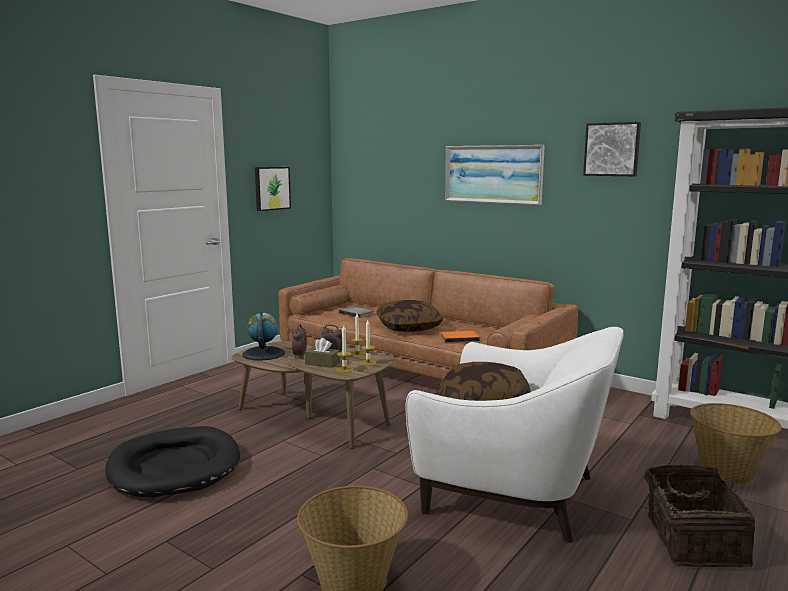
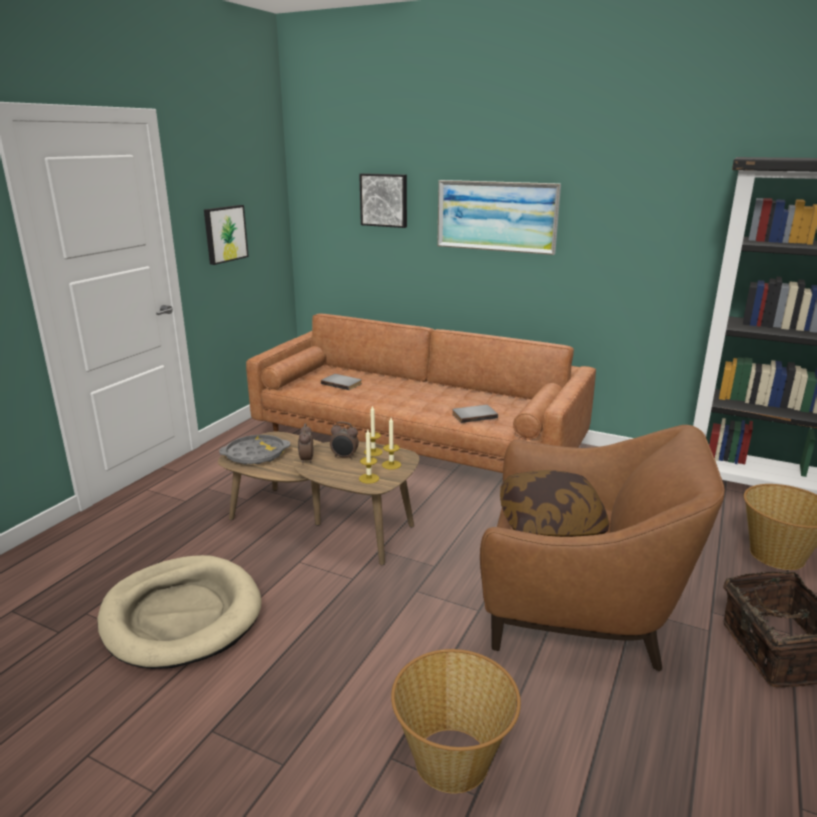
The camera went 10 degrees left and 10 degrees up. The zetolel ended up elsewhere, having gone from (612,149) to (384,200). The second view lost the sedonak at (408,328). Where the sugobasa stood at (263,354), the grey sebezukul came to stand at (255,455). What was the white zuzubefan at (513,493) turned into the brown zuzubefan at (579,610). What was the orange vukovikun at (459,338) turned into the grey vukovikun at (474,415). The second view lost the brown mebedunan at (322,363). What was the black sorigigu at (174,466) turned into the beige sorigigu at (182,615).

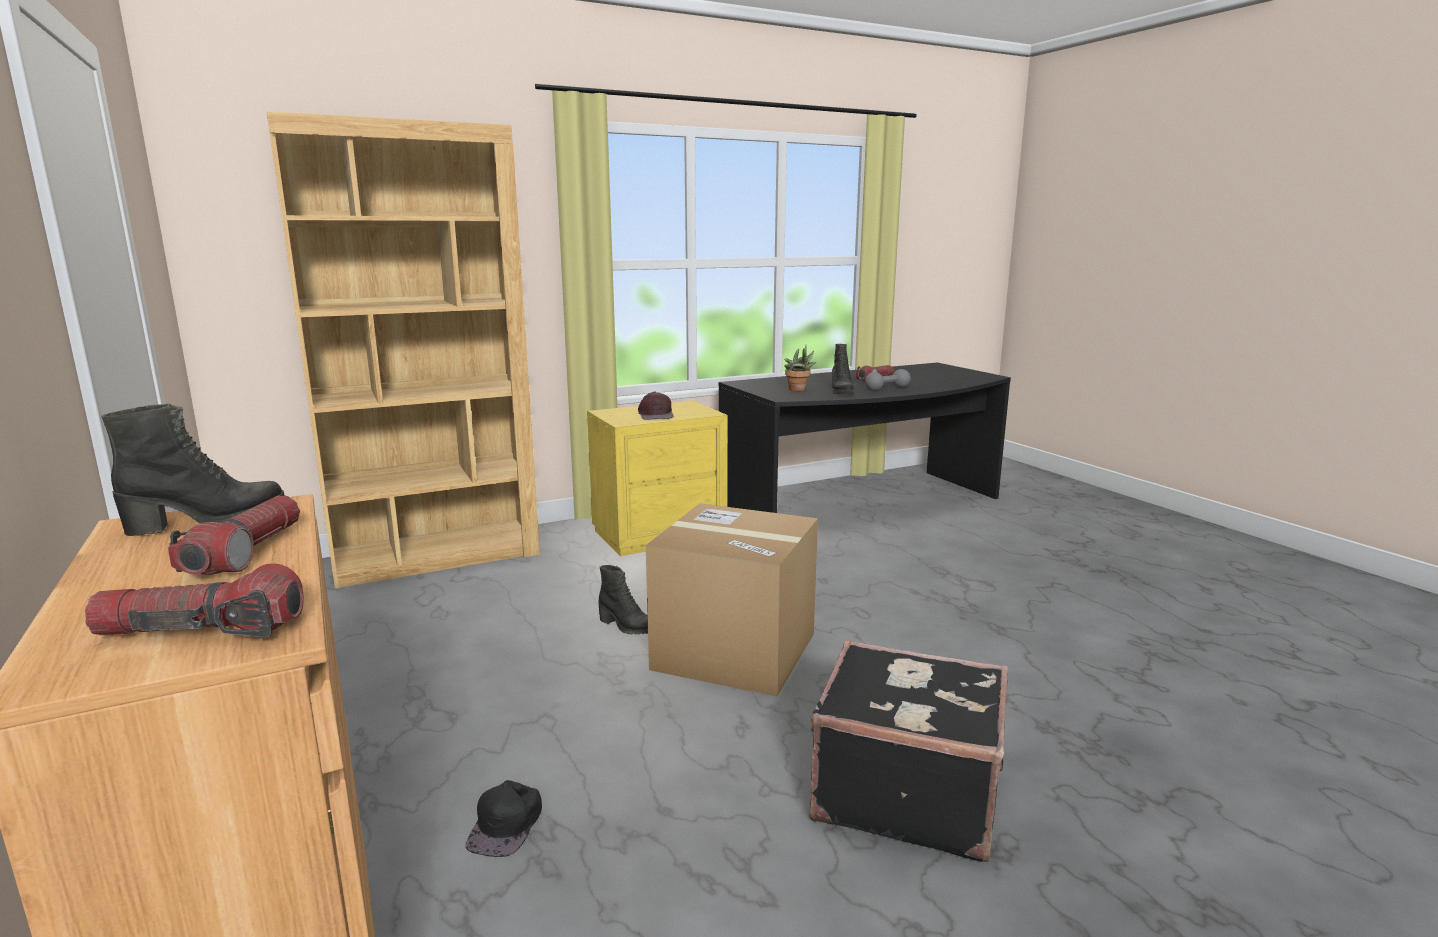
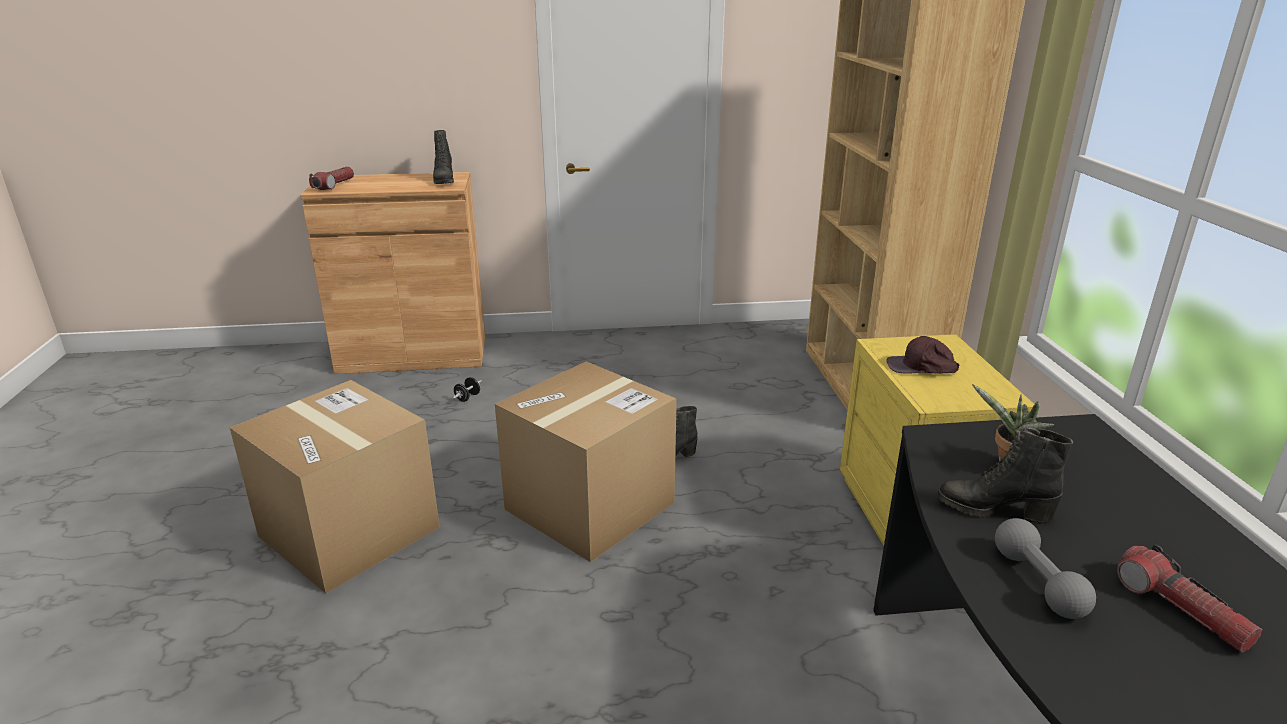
The camera went 110 degrees right and 10 degrees up. The second view lost the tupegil at (246,553). Where the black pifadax stood at (905,792), the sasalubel came to stand at (349,532). Where the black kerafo stood at (507,825), the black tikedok came to stand at (467,397).

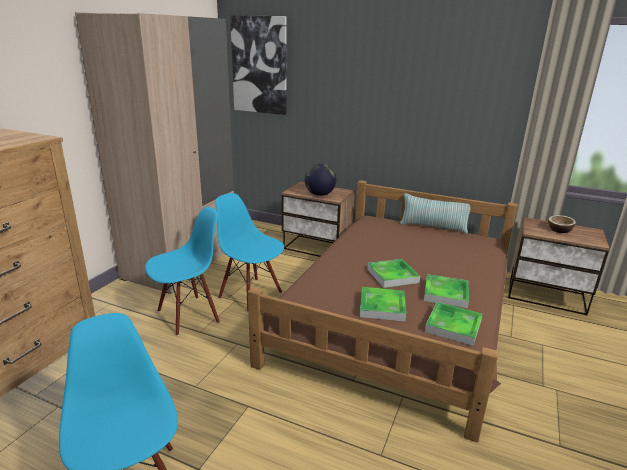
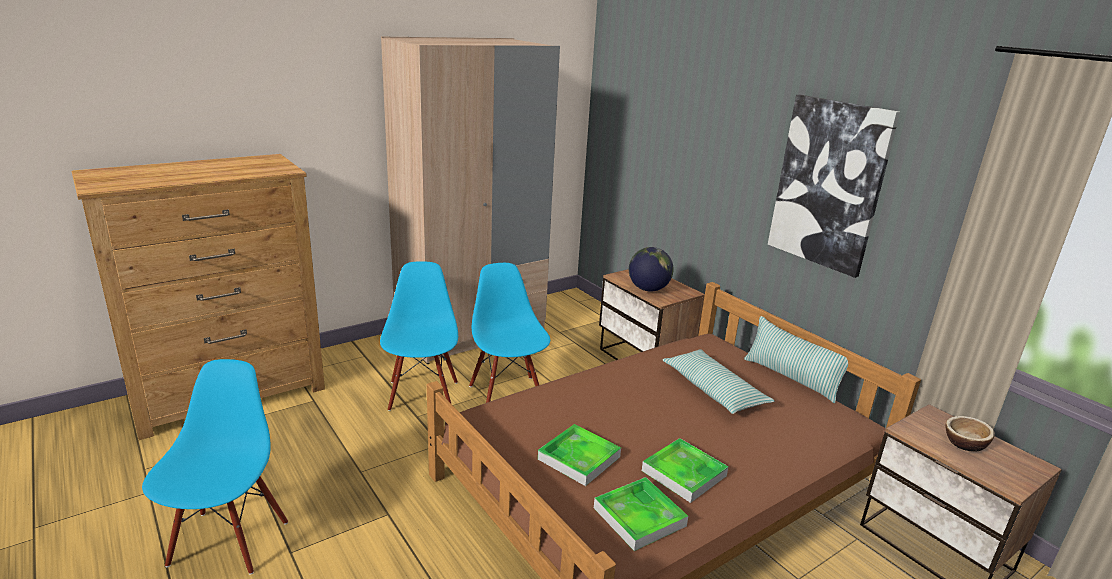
The camera went 30 degrees right and 0 degrees up. The zetolel ended up elsewhere, having gone from (259,65) to (829,184). The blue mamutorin at (188,316) ended up facing another way, 90 degrees counterclockwise from before. The second view lost the sebezukul at (392,276). The second view gained the sedonak at (713,390).

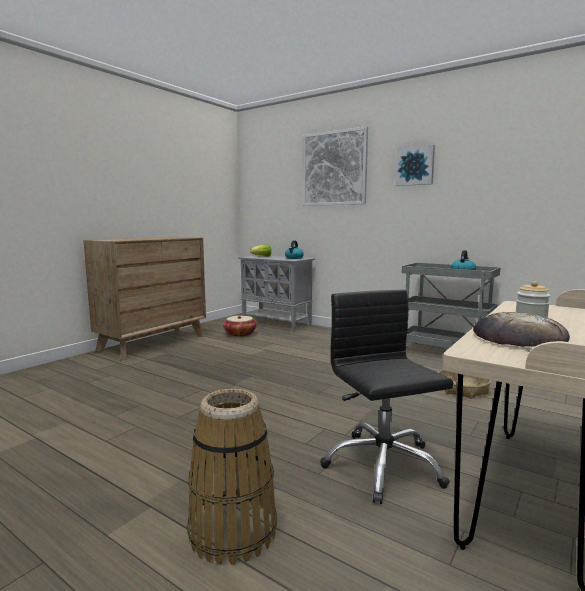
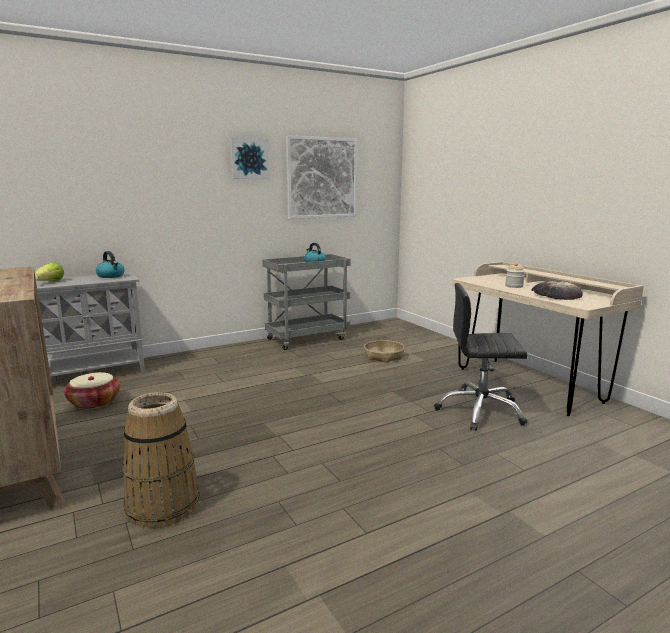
The camera went 65 degrees left and 5 degrees up. The zetolel ended up elsewhere, having gone from (334,168) to (322,178). The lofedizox ended up elsewhere, having gone from (232,530) to (162,505).

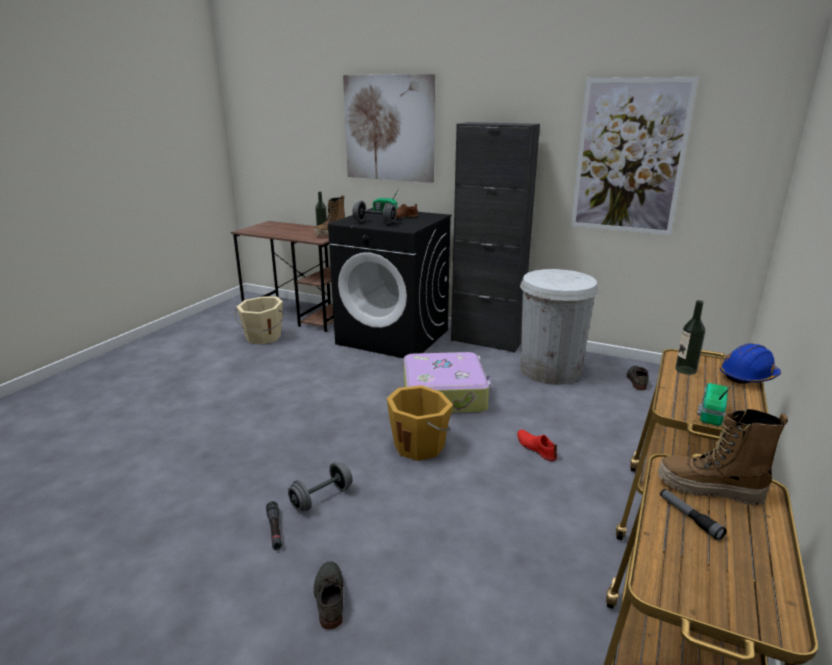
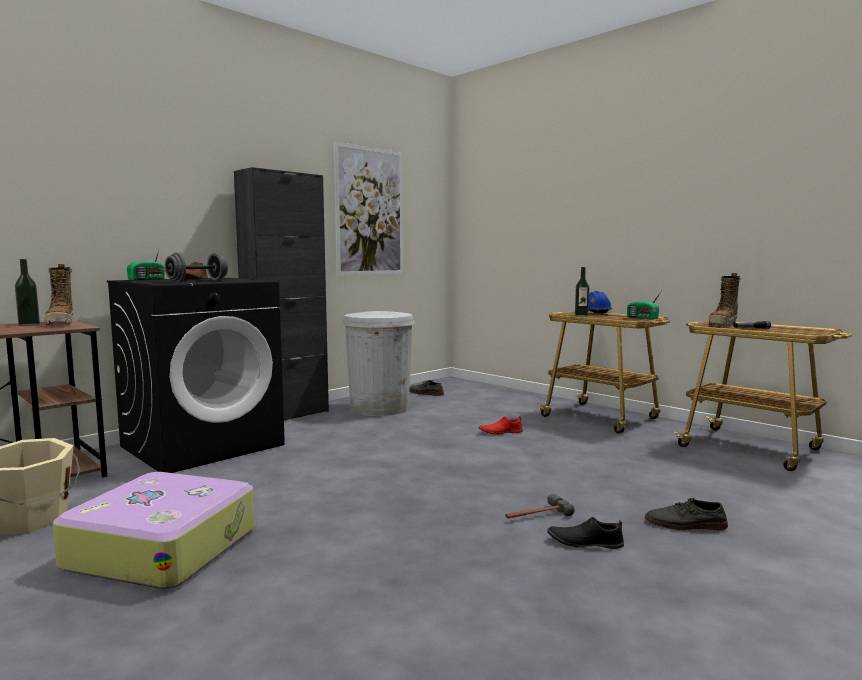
The camera went 70 degrees left and 15 degrees down. The second view lost the zetolel at (389,128). The pifadax ended up elsewhere, having gone from (445,395) to (163,547). The second view lost the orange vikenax at (420,445). Where the grey tikedok stood at (321,498), the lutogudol came to stand at (536,515). Where the black tupegil stood at (275,530), the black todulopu came to stand at (585,542).

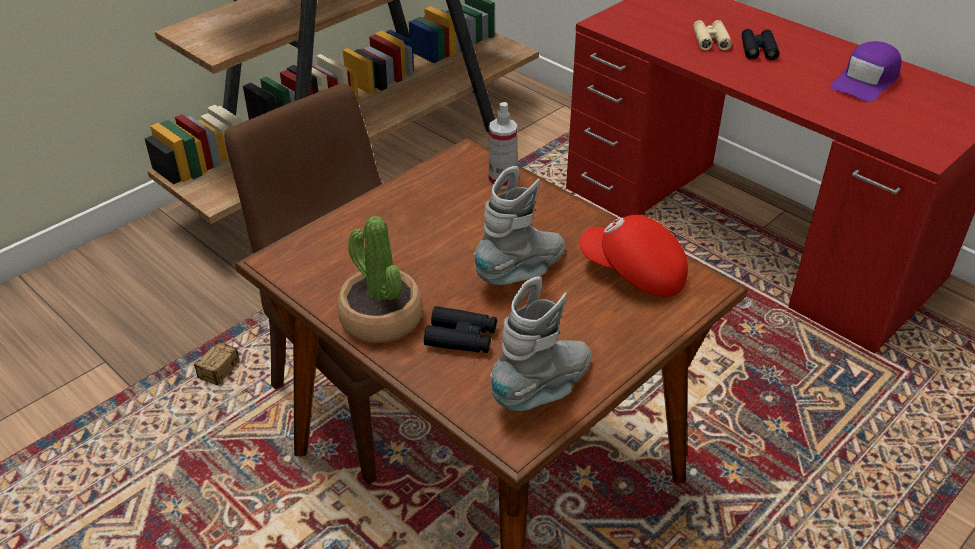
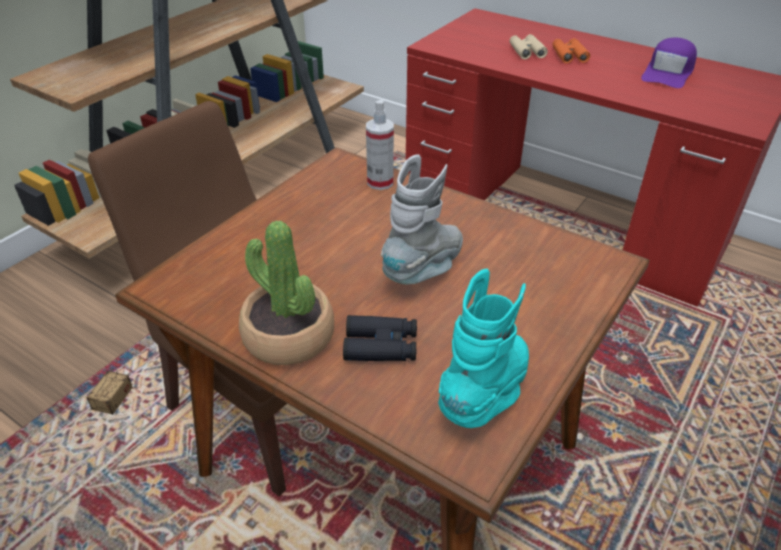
The camera went 10 degrees left and 0 degrees up. What was the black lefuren at (758,49) turned into the orange lefuren at (569,55). The second view lost the red kerafo at (633,273). What was the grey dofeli at (544,389) turned into the turquoise dofeli at (487,394).

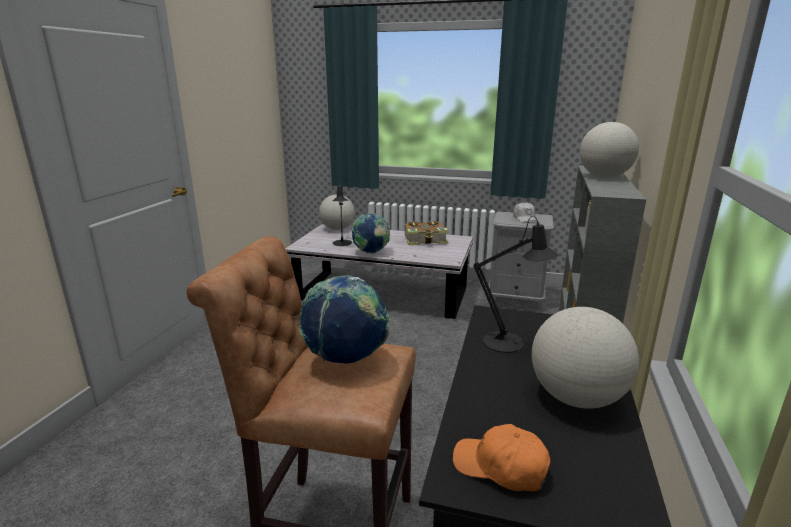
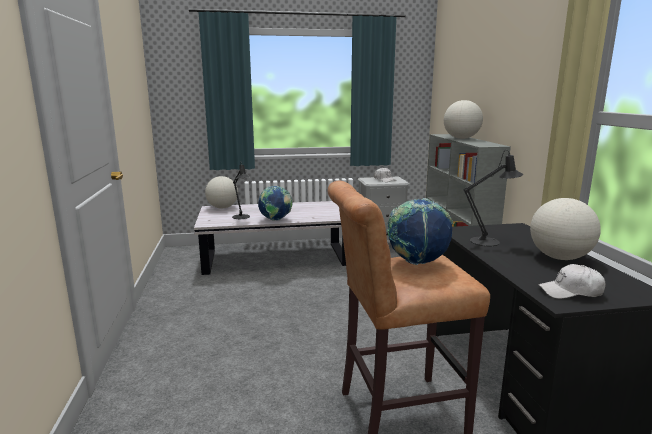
The camera went 25 degrees left and 5 degrees down. The second view lost the vukovikun at (425,240). What was the orange kerafo at (500,467) turned into the white kerafo at (571,292).

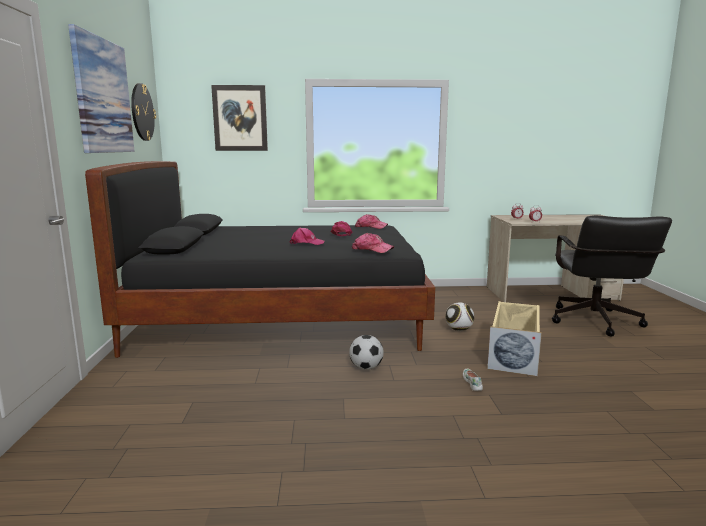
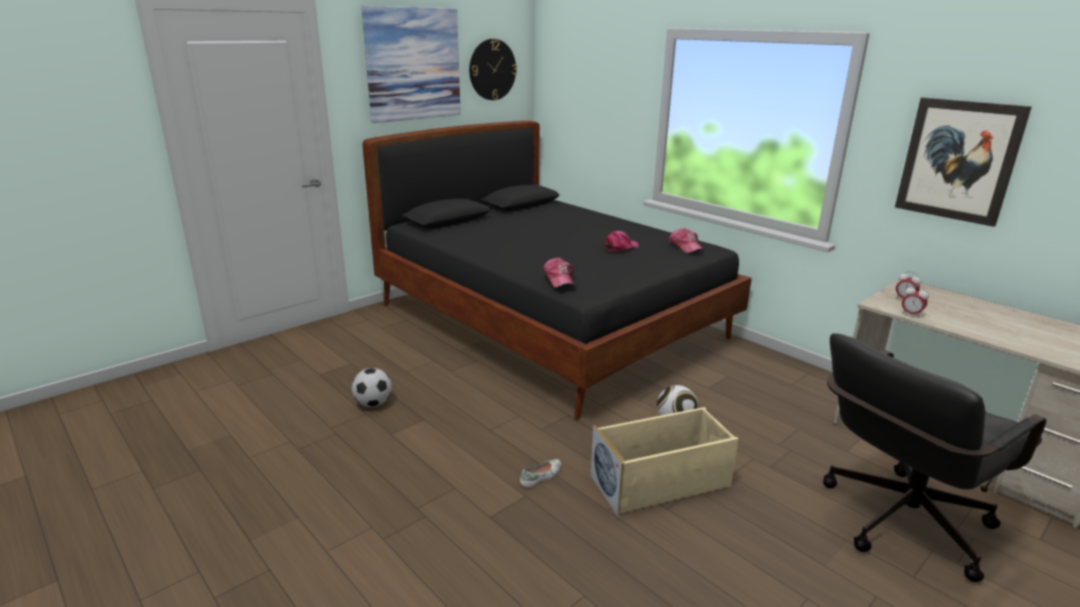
The camera went 50 degrees right and 10 degrees up. The zetolel ended up elsewhere, having gone from (240,118) to (958,160). The second view lost the pink kerafo at (306,243). The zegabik ended up elsewhere, having gone from (366,368) to (373,404).

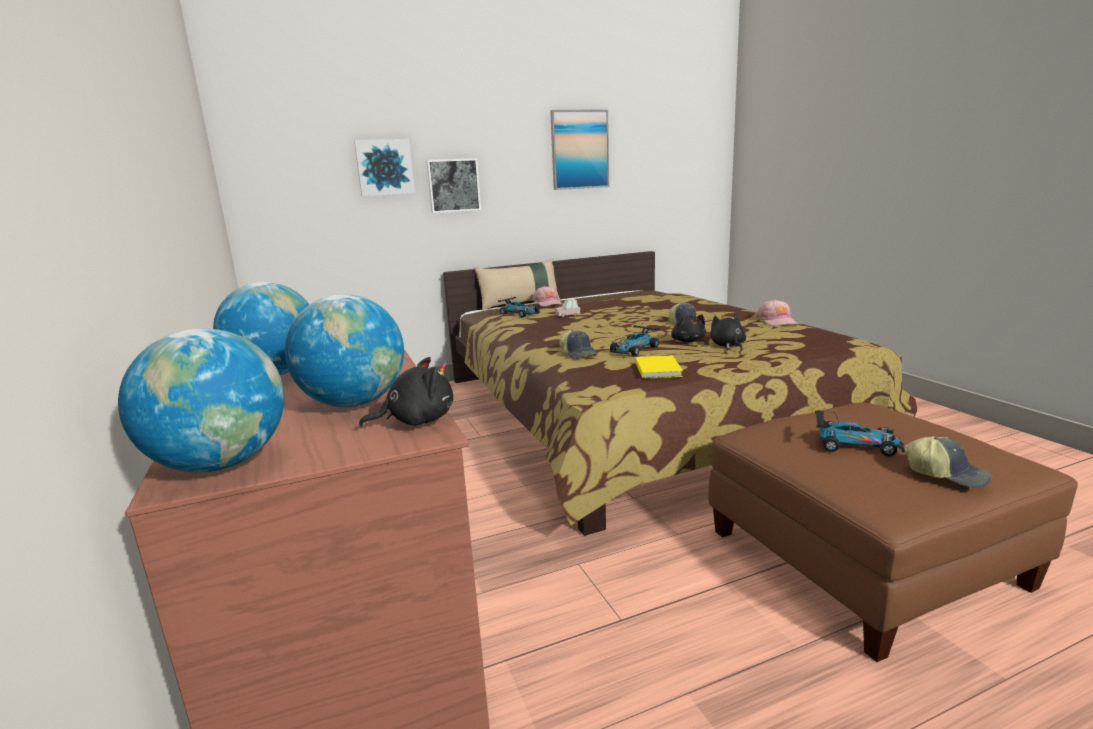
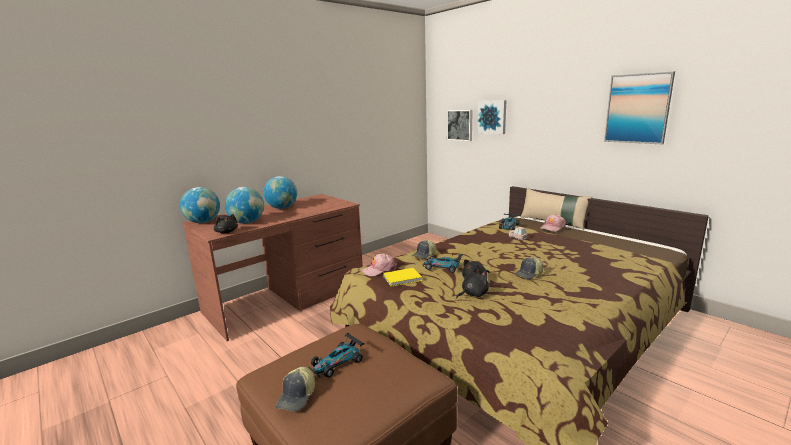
The camera went 70 degrees right and 0 degrees up. The zetolel ended up elsewhere, having gone from (453,185) to (460,125). The pink kerafo ended up elsewhere, having gone from (777,321) to (379,270). The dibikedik at (855,444) ended up facing another way, 45 degrees clockwise from before.

